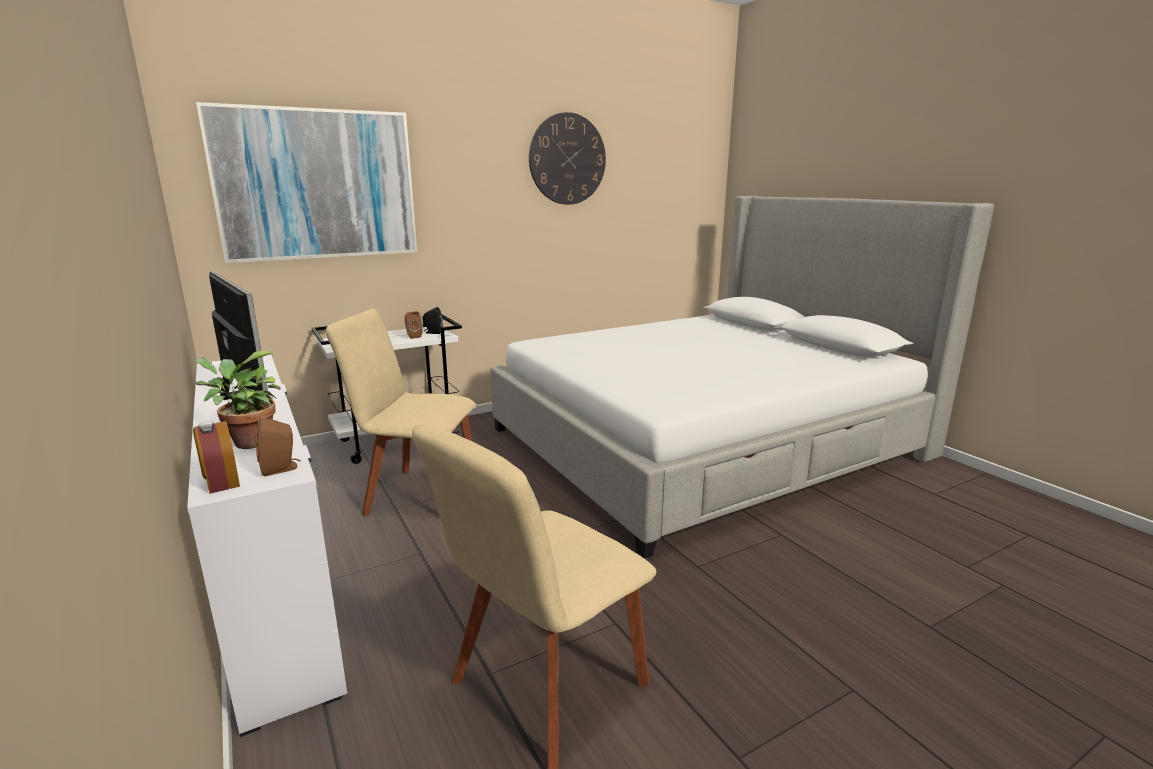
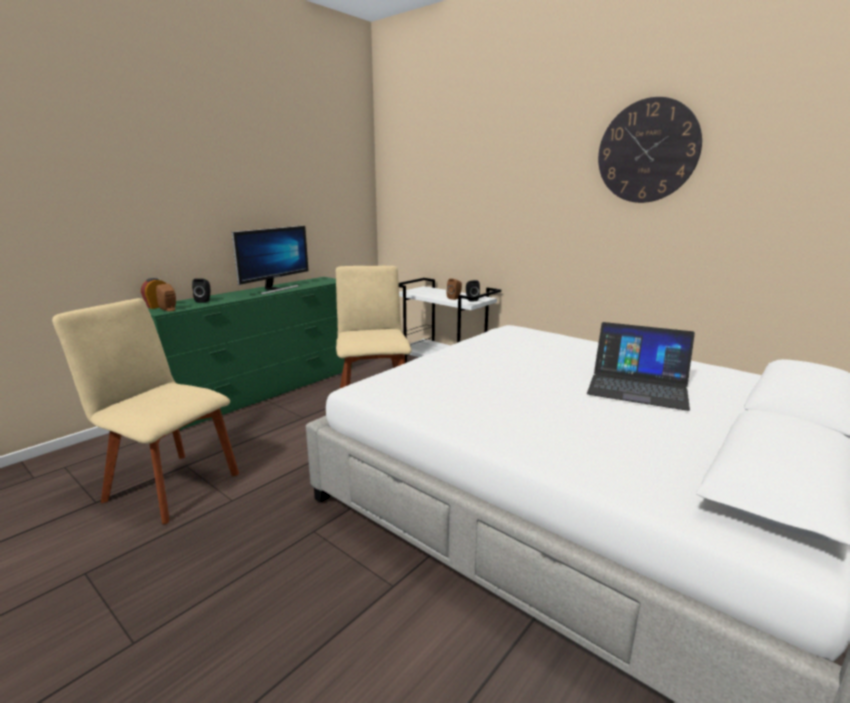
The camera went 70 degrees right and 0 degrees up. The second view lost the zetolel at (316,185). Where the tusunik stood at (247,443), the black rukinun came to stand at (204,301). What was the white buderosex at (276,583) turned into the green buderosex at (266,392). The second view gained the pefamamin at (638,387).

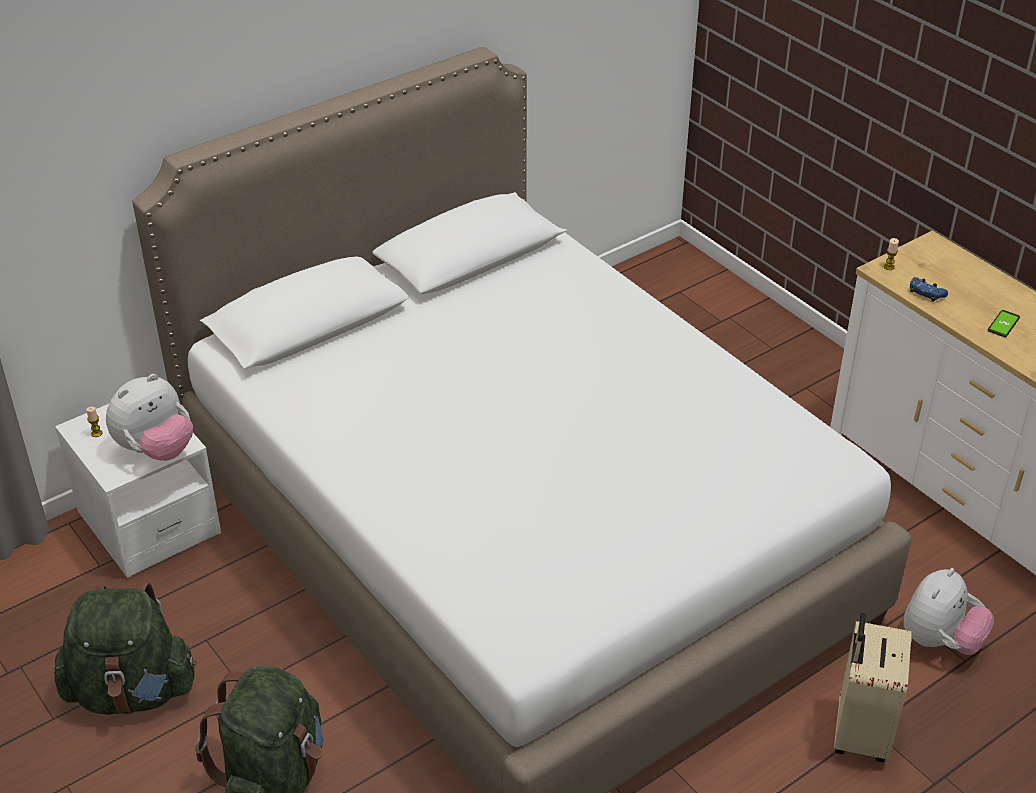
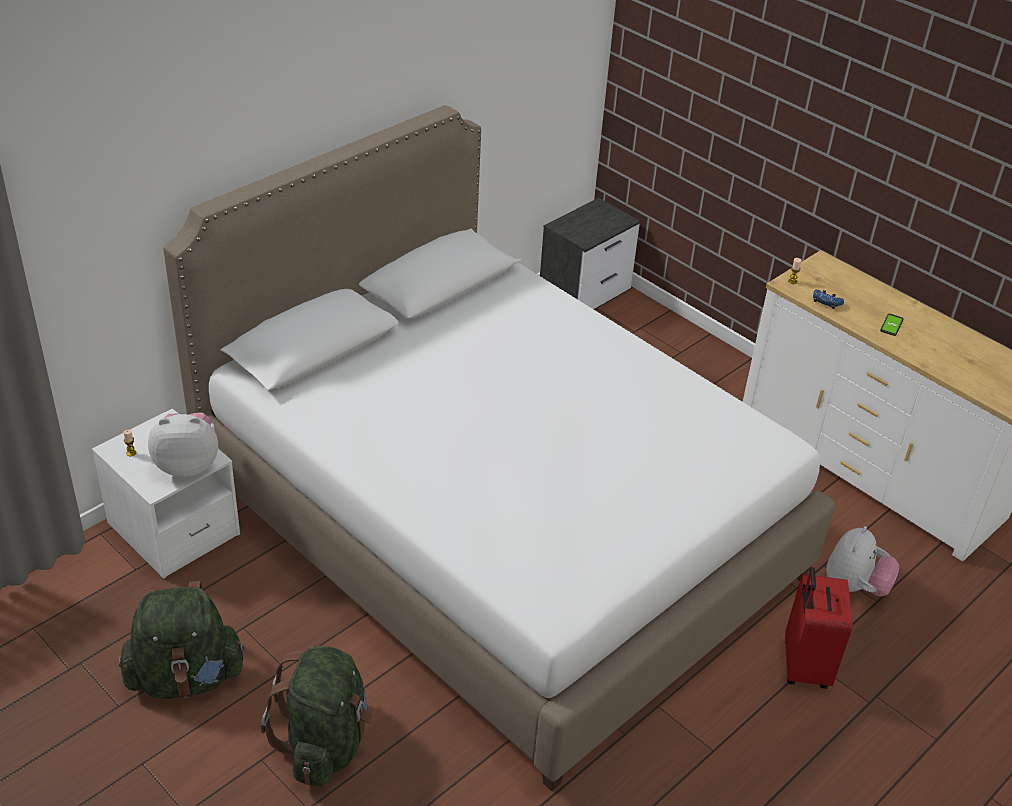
The camera went 10 degrees left and 0 degrees up. The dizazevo at (156,450) ended up facing another way, 135 degrees counterclockwise from before. What was the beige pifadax at (859,732) turned into the red pifadax at (803,666). The second view gained the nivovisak at (585,291).

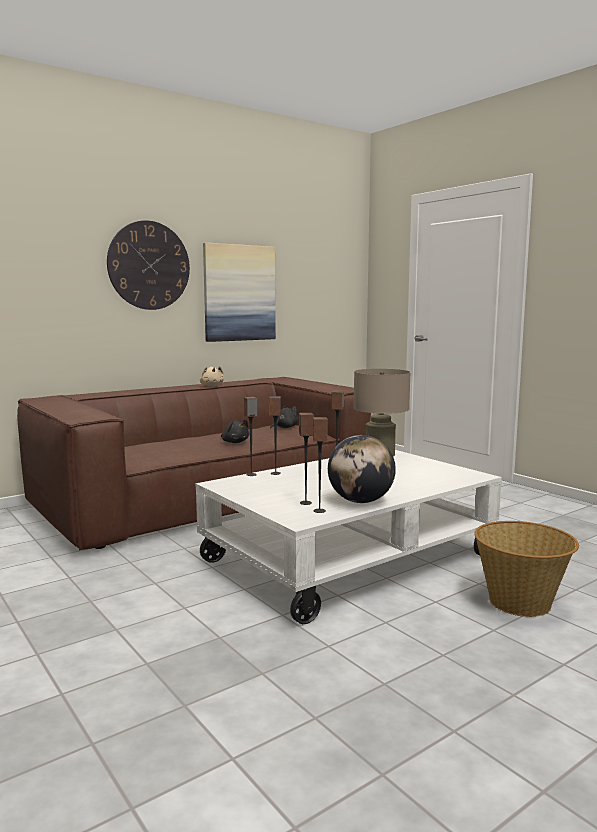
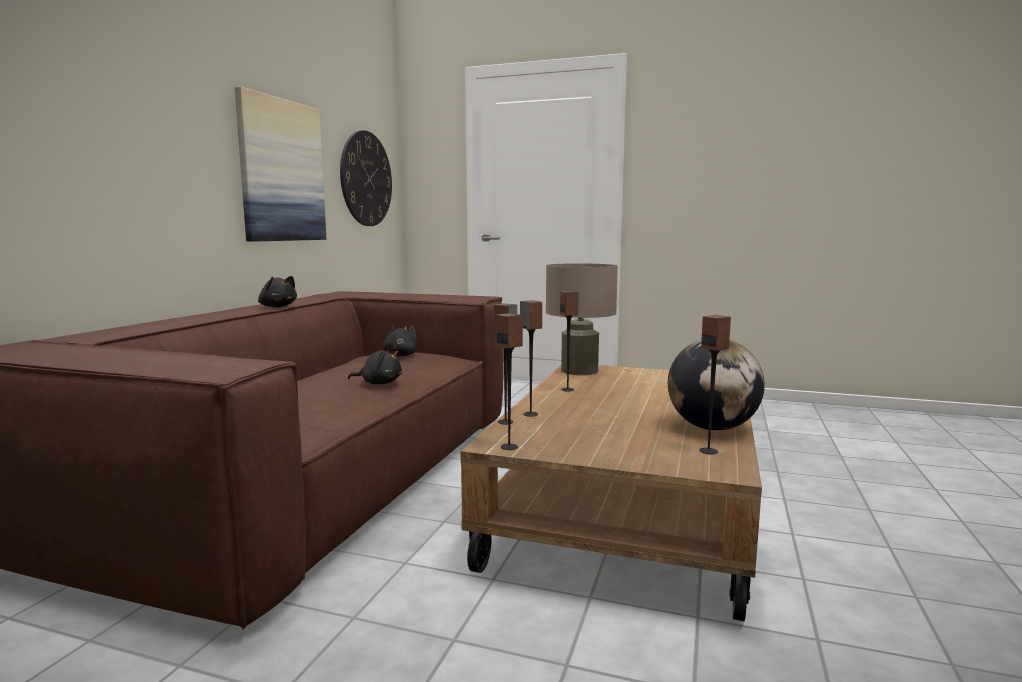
The camera went 35 degrees left and 0 degrees up. The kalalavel ended up elsewhere, having gone from (149,265) to (366,179). What was the beige dizazevo at (212,386) turned into the black dizazevo at (277,307). The rukinun ended up elsewhere, having gone from (306,503) to (509,447). What was the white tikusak at (349,557) turned into the brown tikusak at (626,508). The second view lost the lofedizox at (521,602).

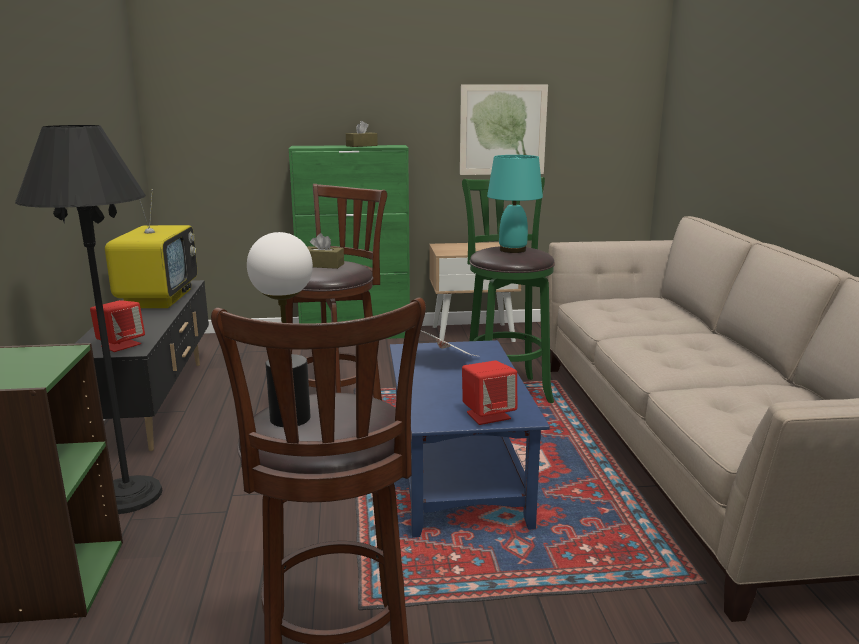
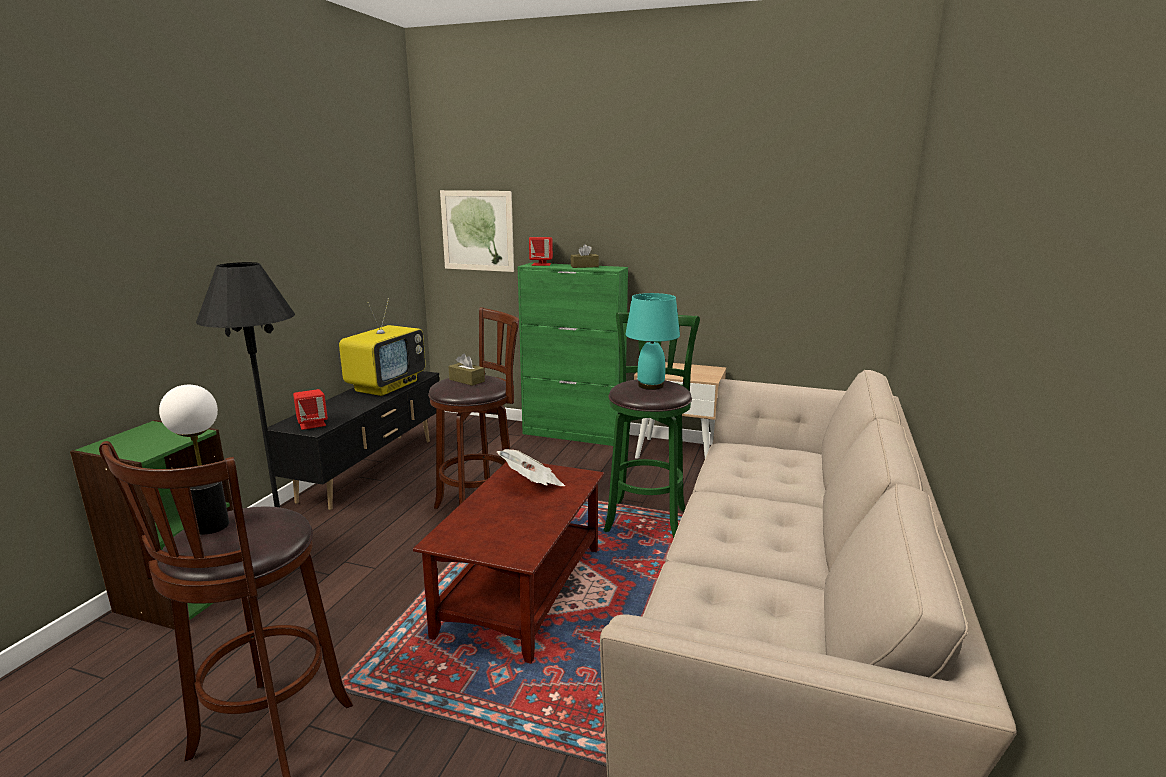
The camera went 25 degrees right and 0 degrees up. The zetolel ended up elsewhere, having gone from (503,130) to (477,231). What was the blue tikusak at (458,475) turned into the brown tikusak at (522,591). The red rukinun ended up elsewhere, having gone from (488,415) to (541,264).

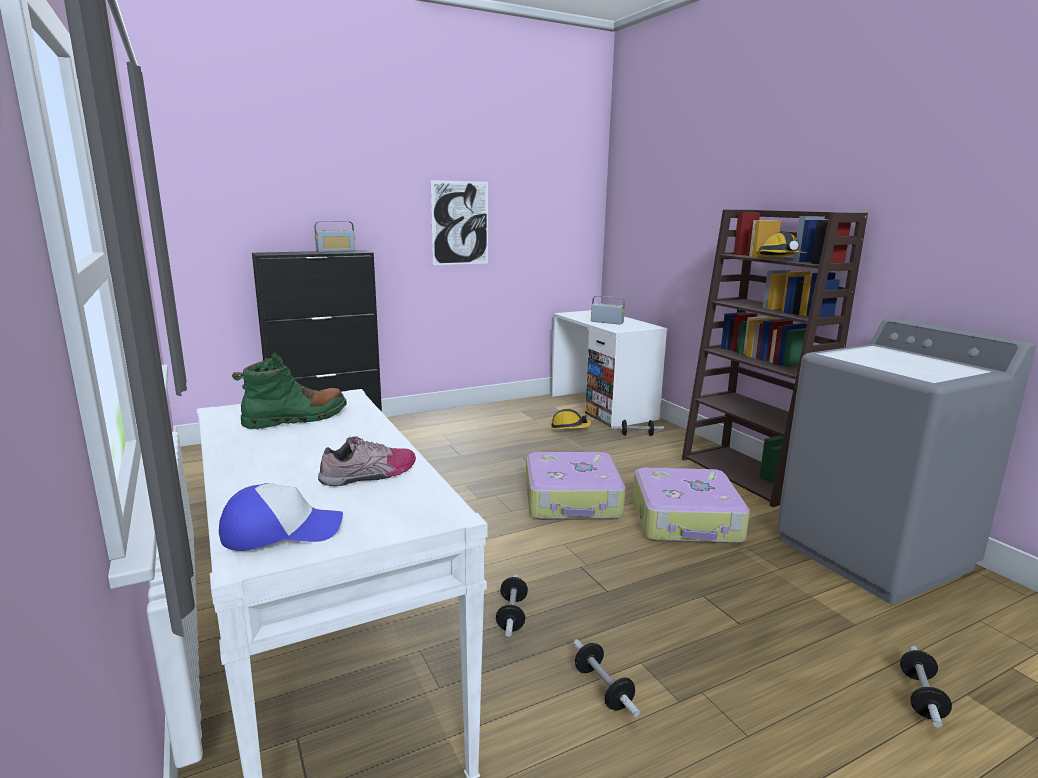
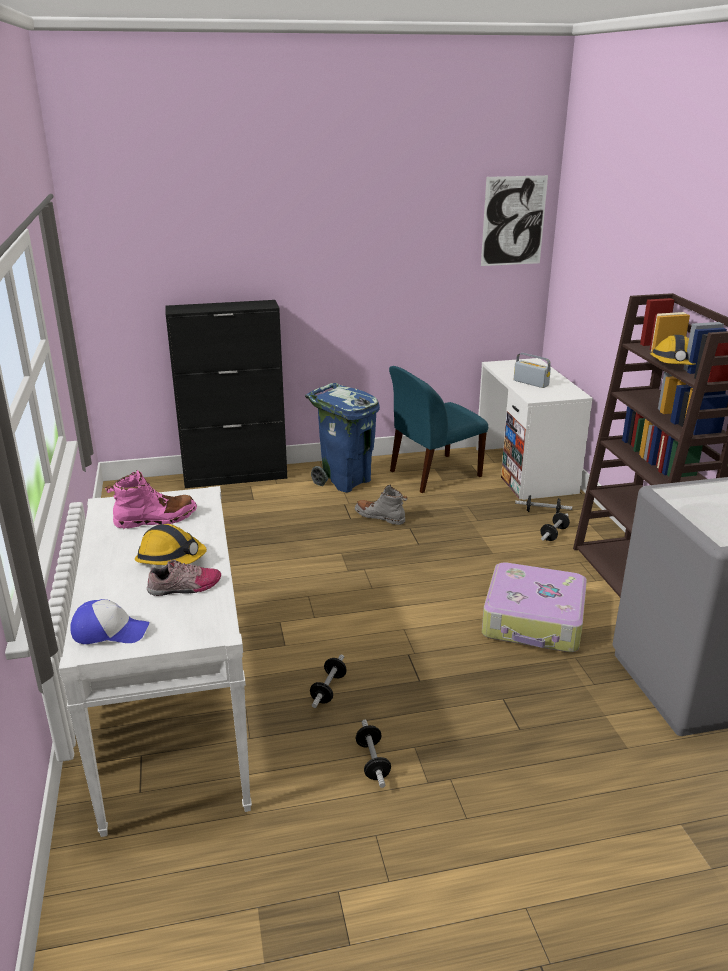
The camera went 15 degrees right and 10 degrees up. The zetolel ended up elsewhere, having gone from (460,223) to (513,221). The second view lost the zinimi at (336,251). What was the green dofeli at (296,418) turned into the pink dofeli at (156,519). The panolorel ended up elsewhere, having gone from (569,428) to (171,558). The second view lost the pifadax at (573,500). The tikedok ended up elsewhere, having gone from (921,697) to (554,534). The second view gained the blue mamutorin at (433,474). The second view gained the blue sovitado at (345,481). The second view gained the grey dofeli at (380,517).

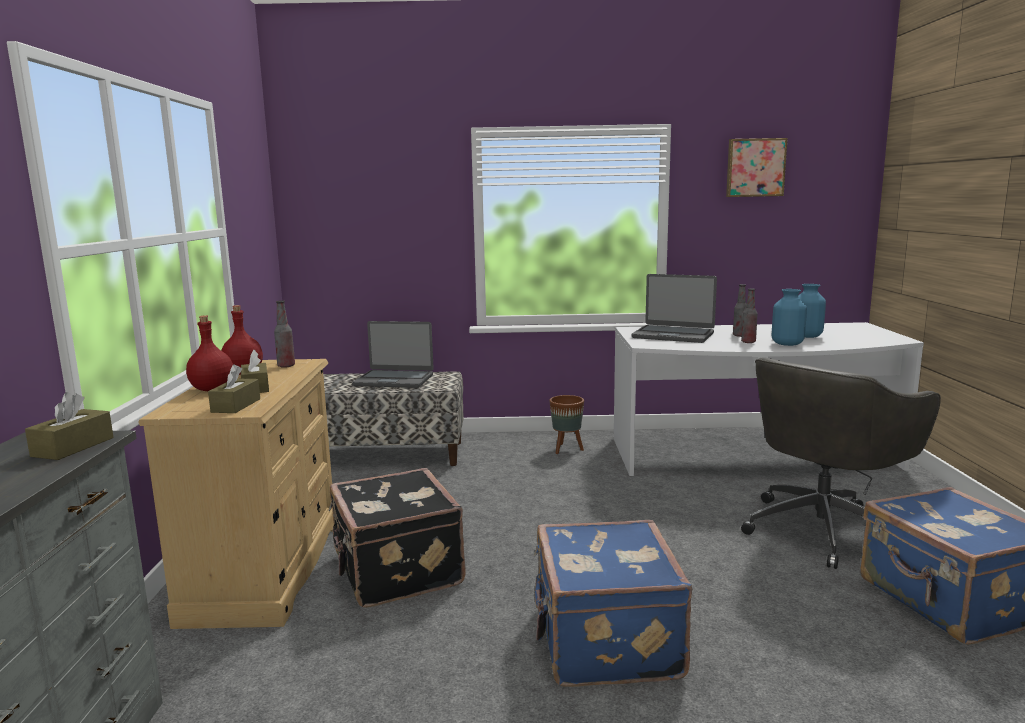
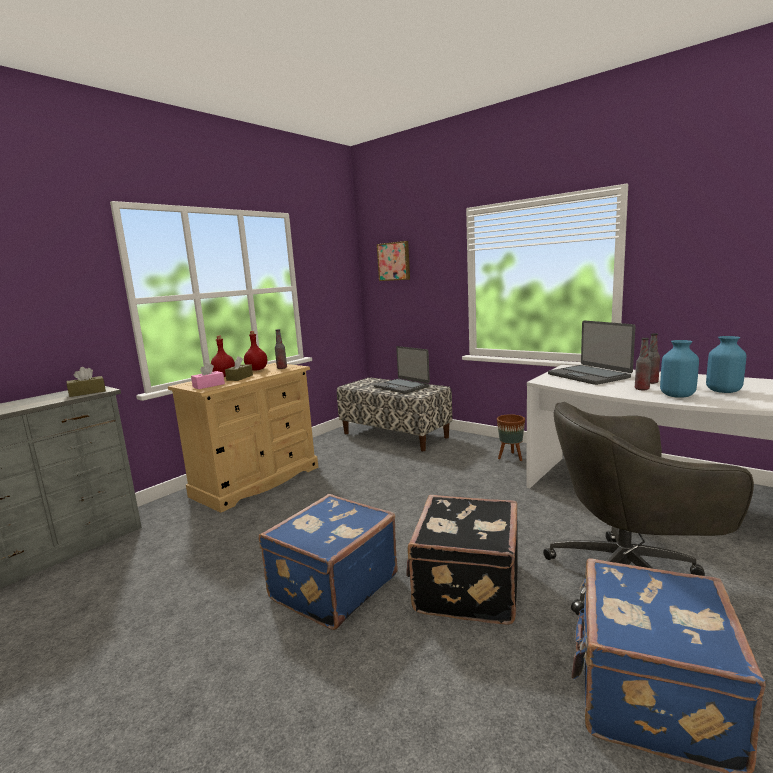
The camera went 40 degrees right and 0 degrees up. The zetolel ended up elsewhere, having gone from (755,168) to (394,261). What was the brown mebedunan at (236,405) turned into the pink mebedunan at (208,385). The black pifadax ended up elsewhere, having gone from (395,571) to (465,586).

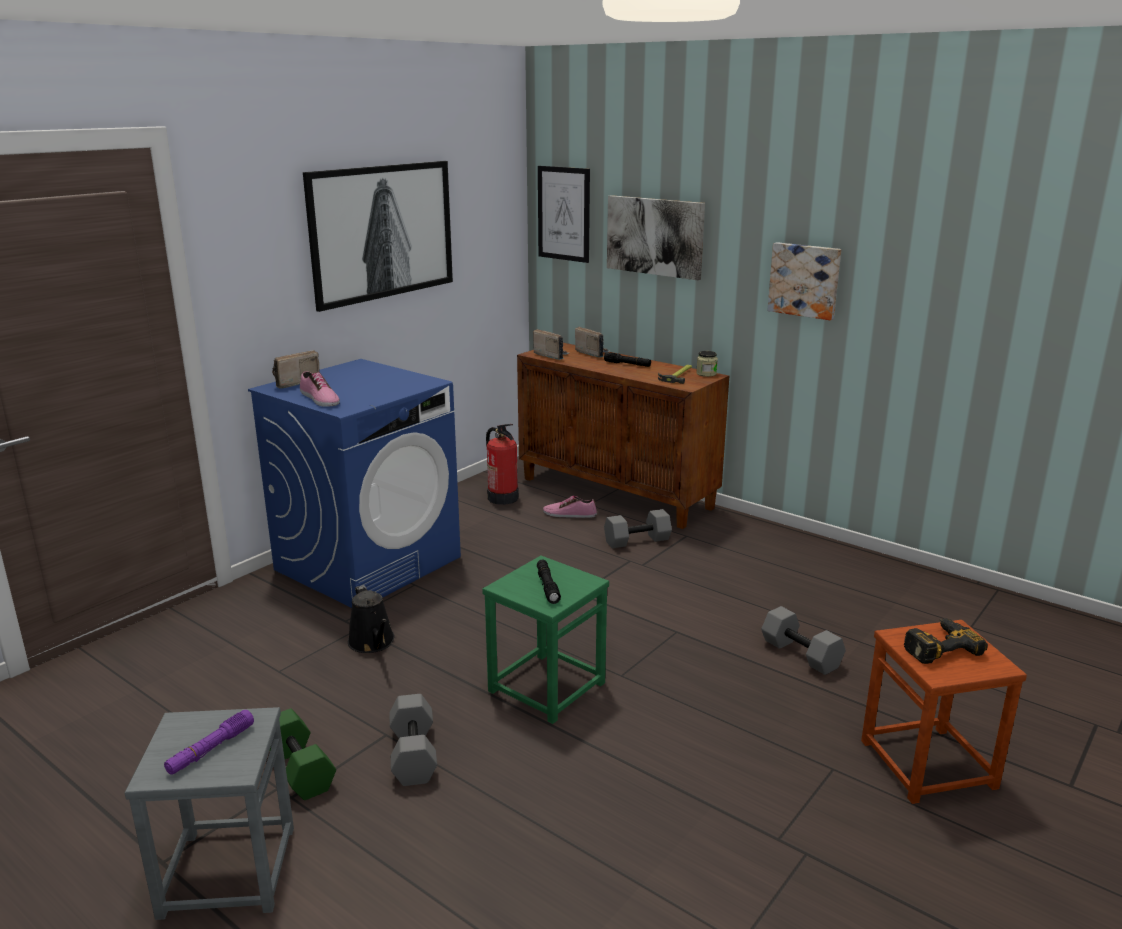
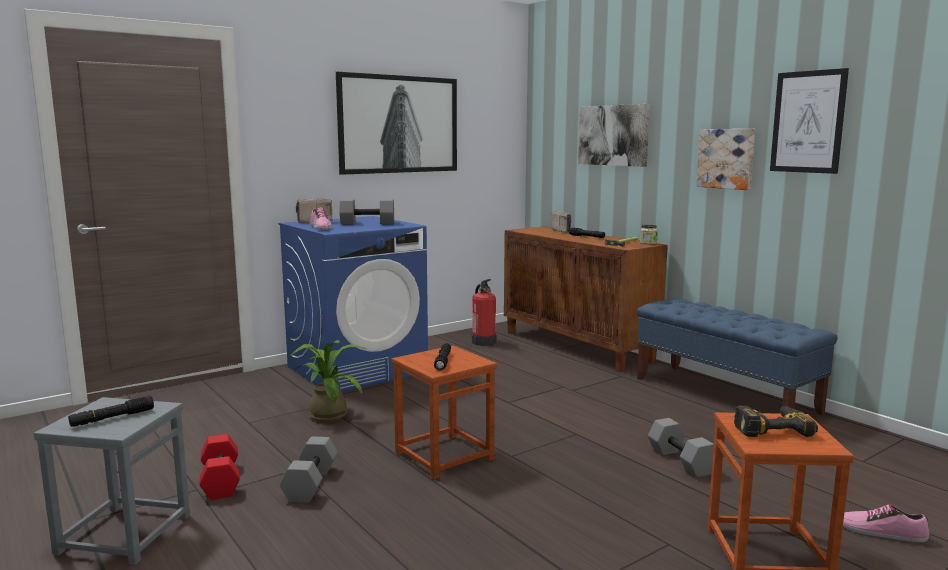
The camera went 15 degrees right and 10 degrees down. The zetolel ended up elsewhere, having gone from (563,214) to (807,122). The second view lost the zinimi at (551,355). The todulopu ended up elsewhere, having gone from (569,514) to (880,531). The grey tikedok ended up elsewhere, having gone from (637,540) to (368,223). What was the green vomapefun at (546,686) turned into the brown vomapefun at (444,455). Where the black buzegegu stood at (373,643), the tusunik came to stand at (328,414). What was the green tikedok at (297,769) turned into the red tikedok at (219,480). What was the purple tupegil at (211,749) turned into the black tupegil at (112,418). The second view gained the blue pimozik at (725,395).

